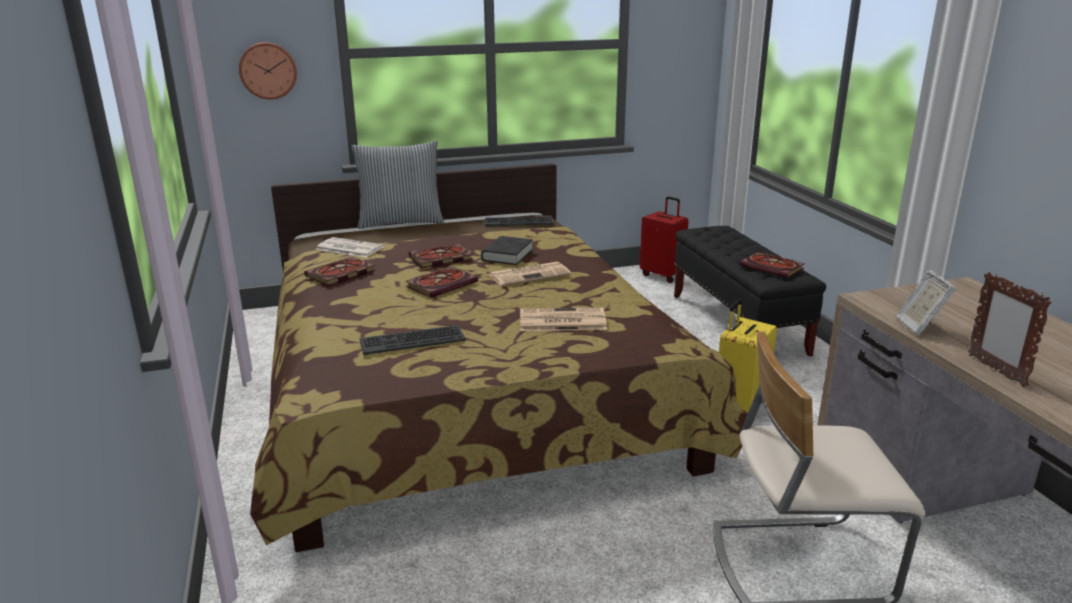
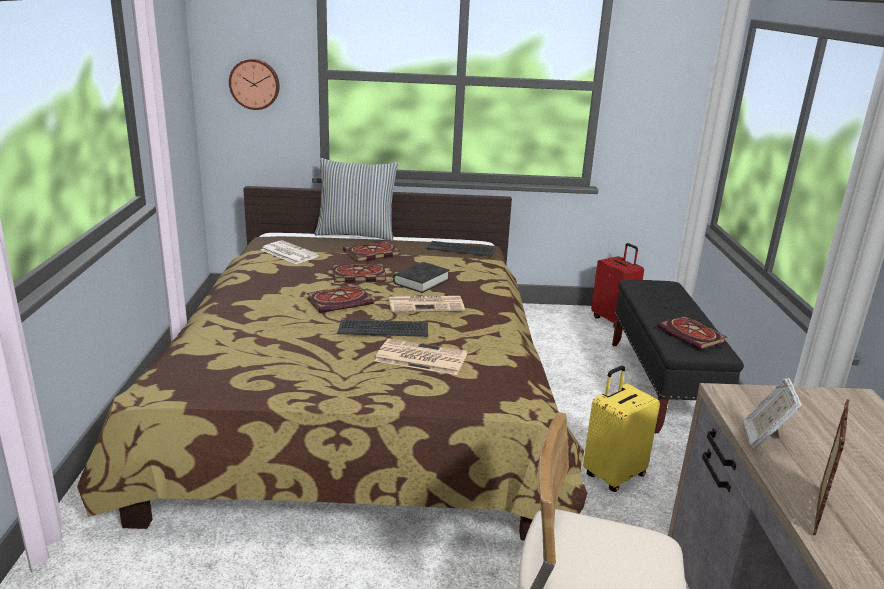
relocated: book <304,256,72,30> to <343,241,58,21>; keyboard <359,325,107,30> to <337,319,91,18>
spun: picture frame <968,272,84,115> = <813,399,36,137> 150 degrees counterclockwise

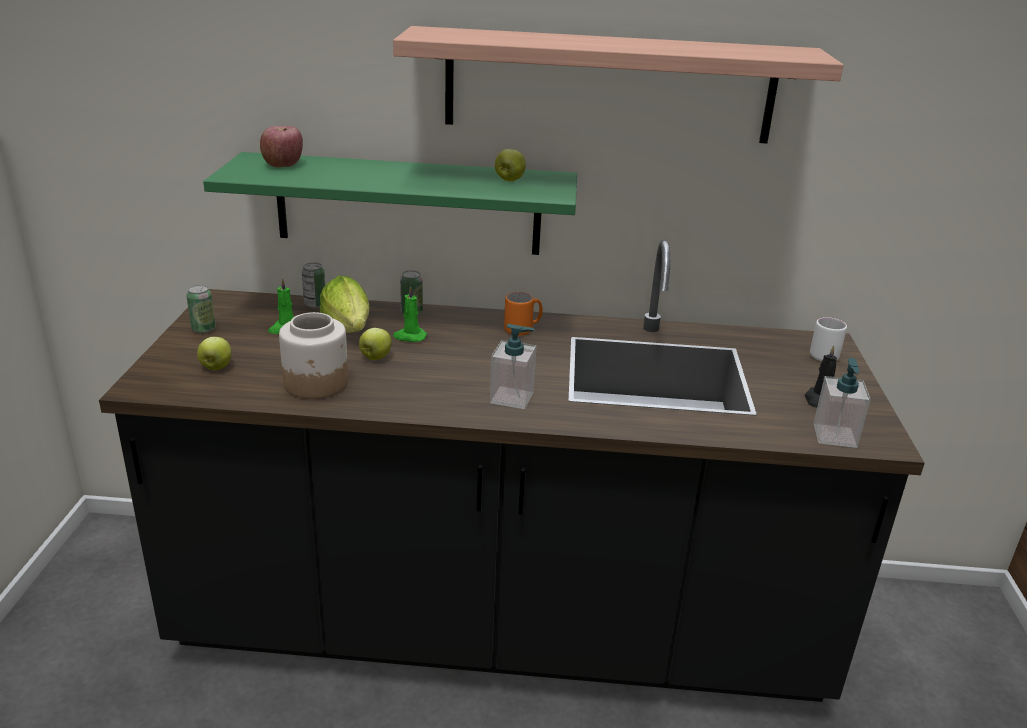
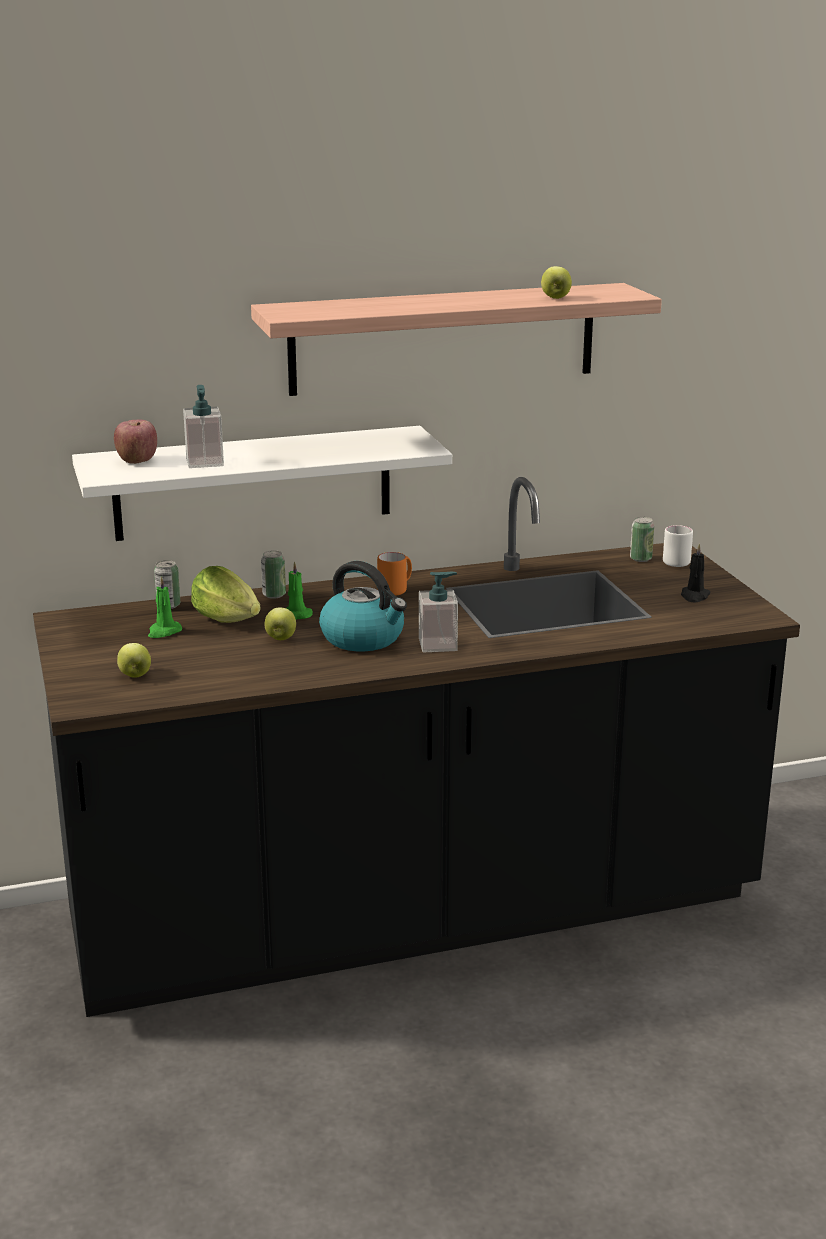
missing: jar <279,312,69,87>
appeared: kettle <319,561,88,90>
relocated: can <186,285,30,48> to <630,517,24,45>; apple <495,149,31,32> to <541,266,31,33>; soap dispenser <813,358,58,90> to <183,385,41,83>
colour: green shelf <203,152,374,103> to white shelf <72,426,380,115>

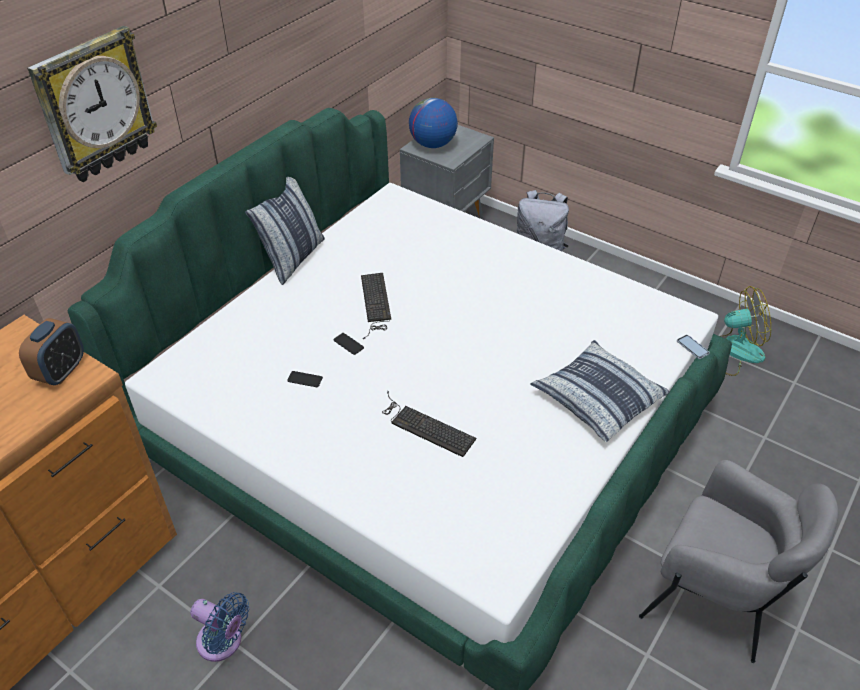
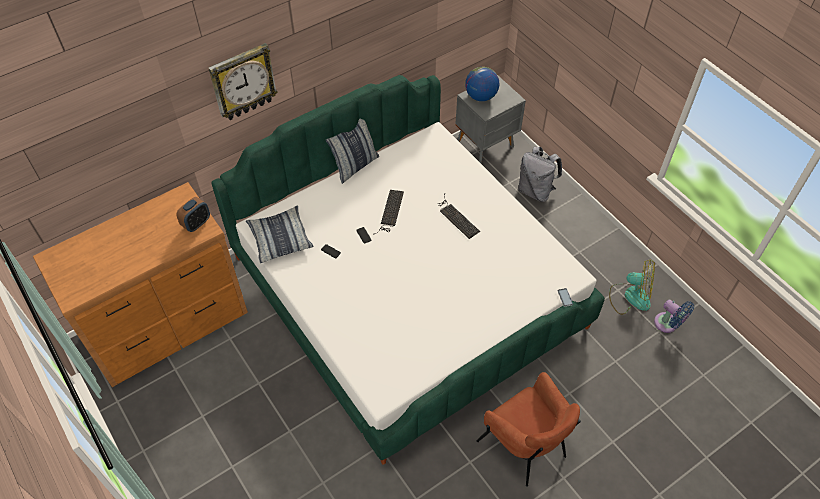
relocated: blue fan <190,592,59,70> to <654,300,40,33>; keyboard <382,391,94,66> to <437,194,43,45>; pillow <531,340,139,102> to <246,205,68,58>
colour: grey armchair <639,460,199,203> to brown armchair <476,372,105,115>

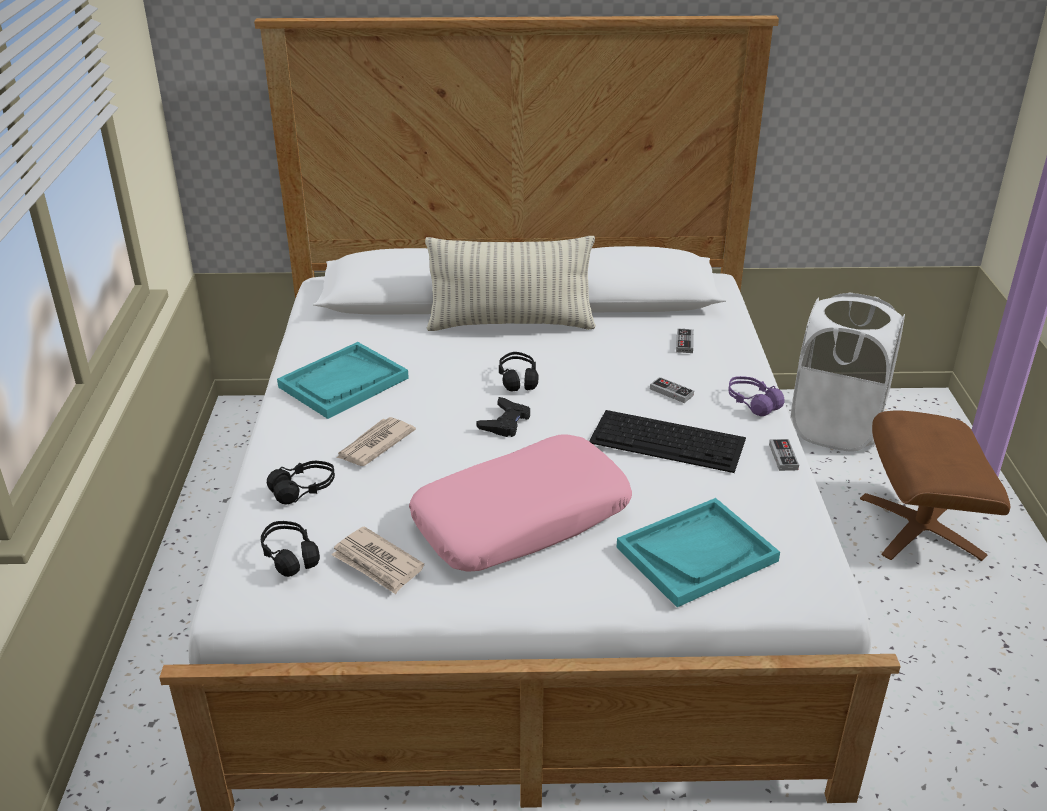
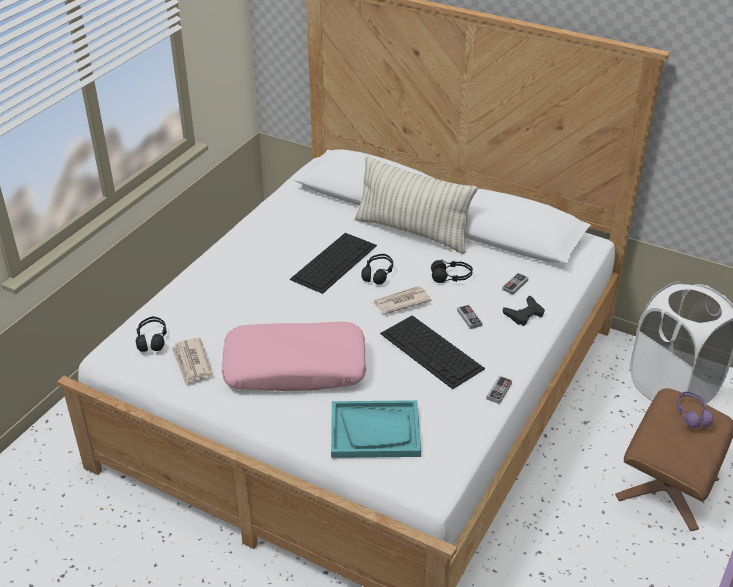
missing: turquoise tray <277,342,132,77>
appeared: keyboard <290,233,87,61>
relocated: black headphones <267,461,68,44> to <431,260,42,23>; newspaper <336,417,80,49> to <373,286,59,28>; black game controller <476,397,54,40> to <503,296,42,30>; purple headphones <728,376,56,40> to <677,391,36,37>

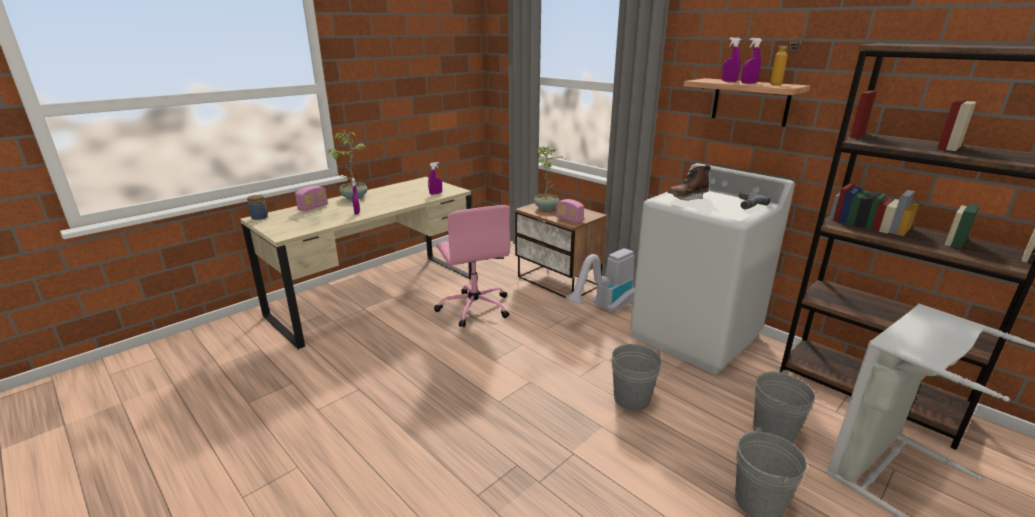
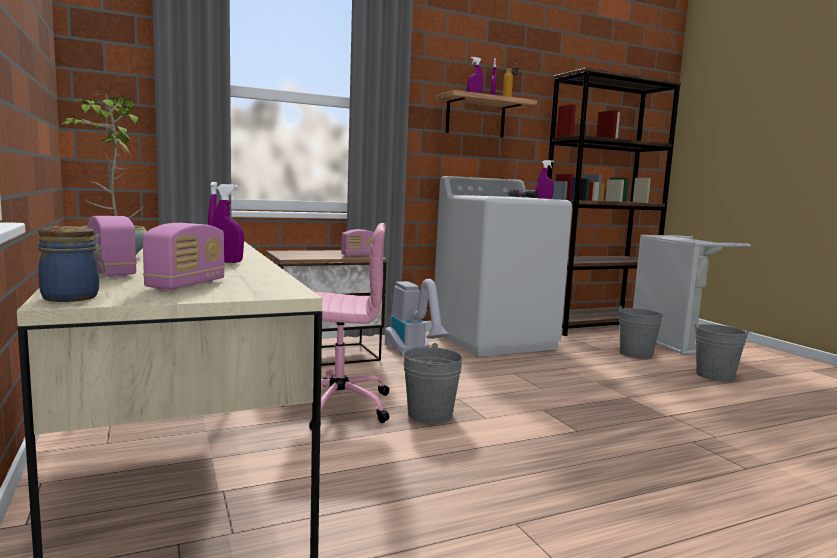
missing: potted plant <534,145,31,66>; brown boot <668,164,43,36>
appeared: radio <143,223,82,68>; purple spray bottle <537,160,17,39>
relocated: grey bucket <610,344,52,67> to <403,343,60,81>

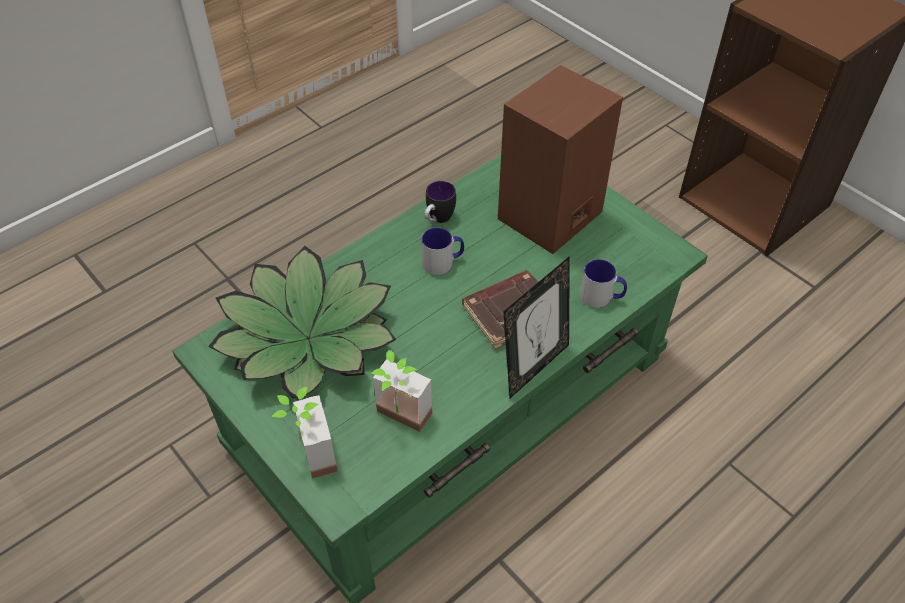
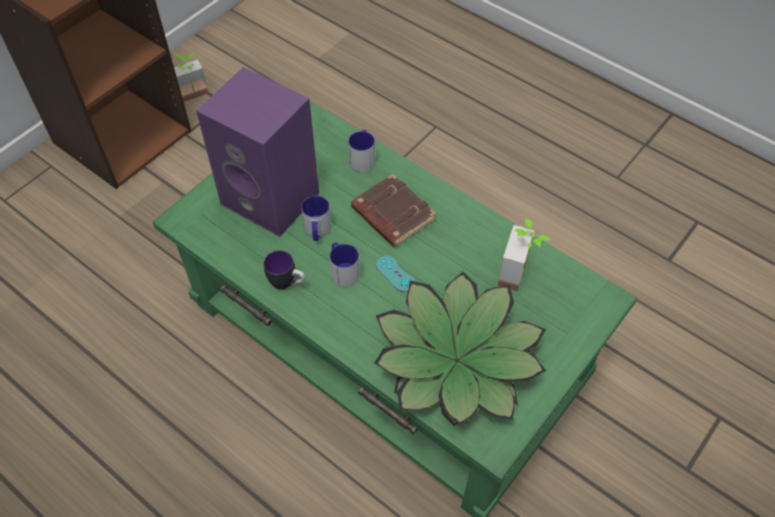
missing: picture frame <504,256,66,143>
appeared: mug <301,195,30,46>; turquoise game controller <376,256,39,36>
relocated: potted plant <272,387,66,92> to <174,53,35,49>
colour: brown speaker <498,65,125,189> to purple speaker <196,67,123,170>

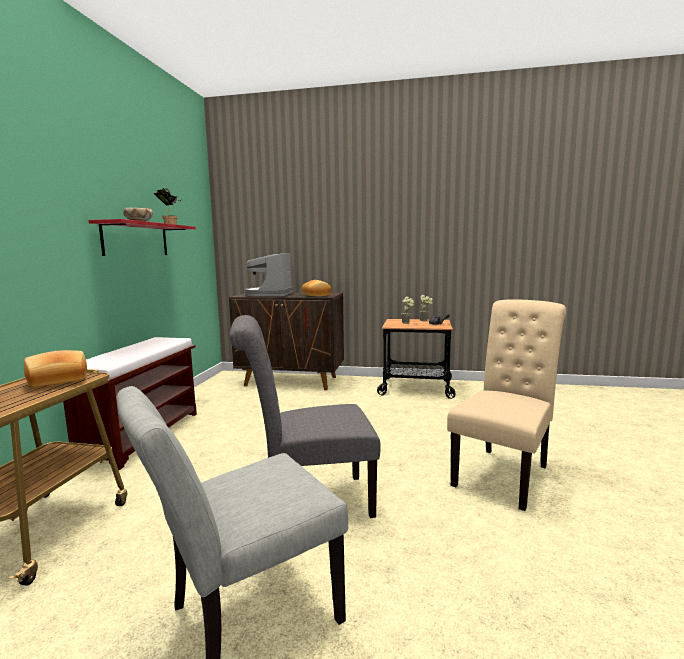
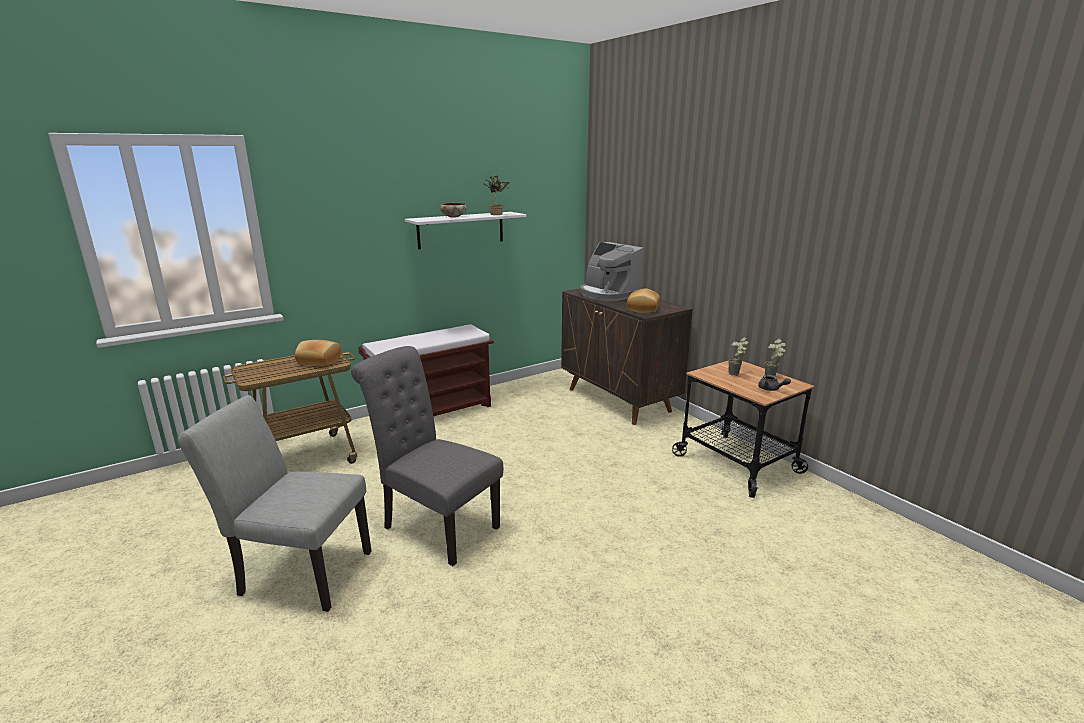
missing: beige chair <447,299,119,212>
colour: red shelf <89,219,107,37> to white shelf <405,212,122,37>
spun: coffee machine <245,253,49,43> = <580,242,63,60> 90 degrees counterclockwise

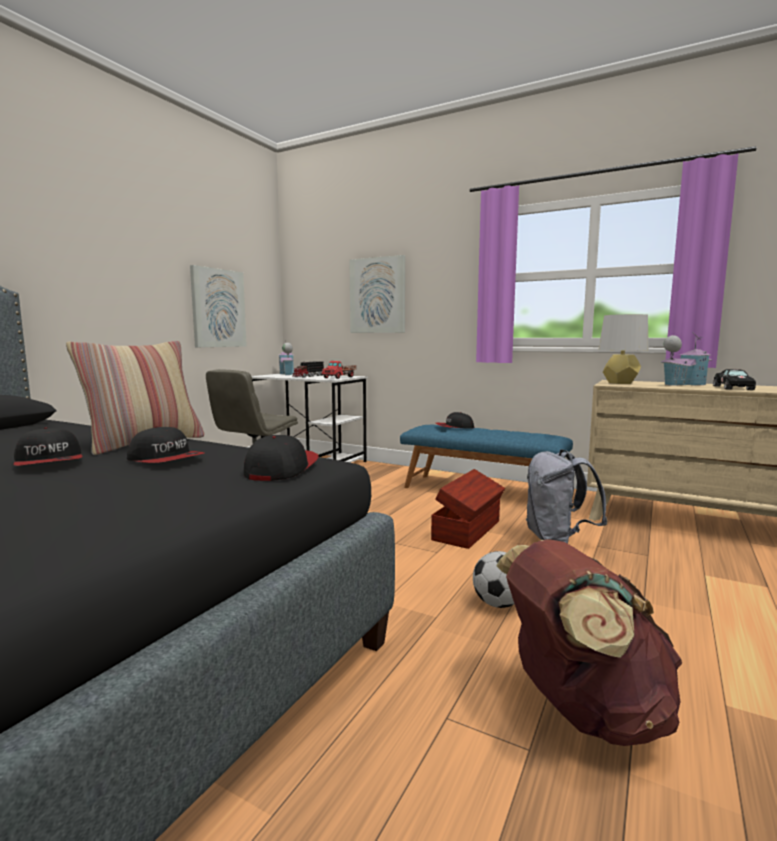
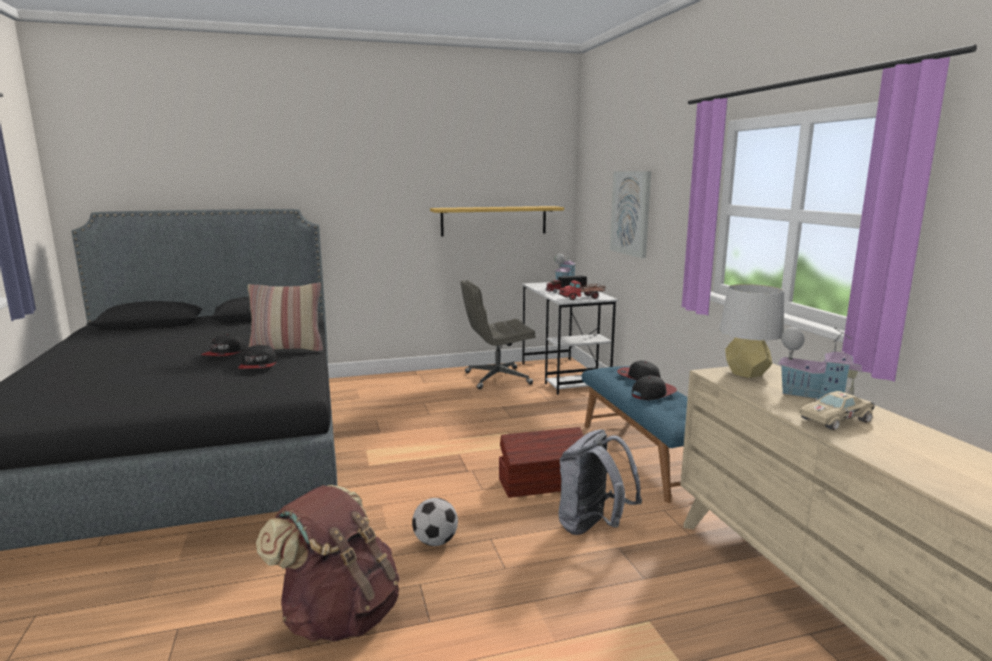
relocated: cap <244,435,75,46> to <632,375,45,25>
exchanged: picture <190,265,57,82> to shelf <430,206,134,30>
colour: black toy car <713,369,43,21> to beige toy car <799,391,76,39>

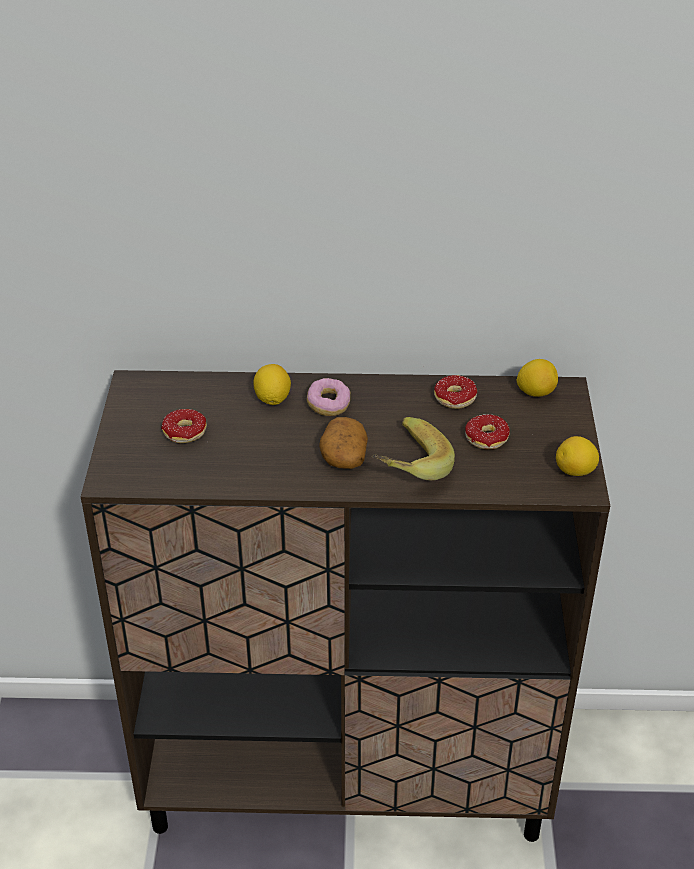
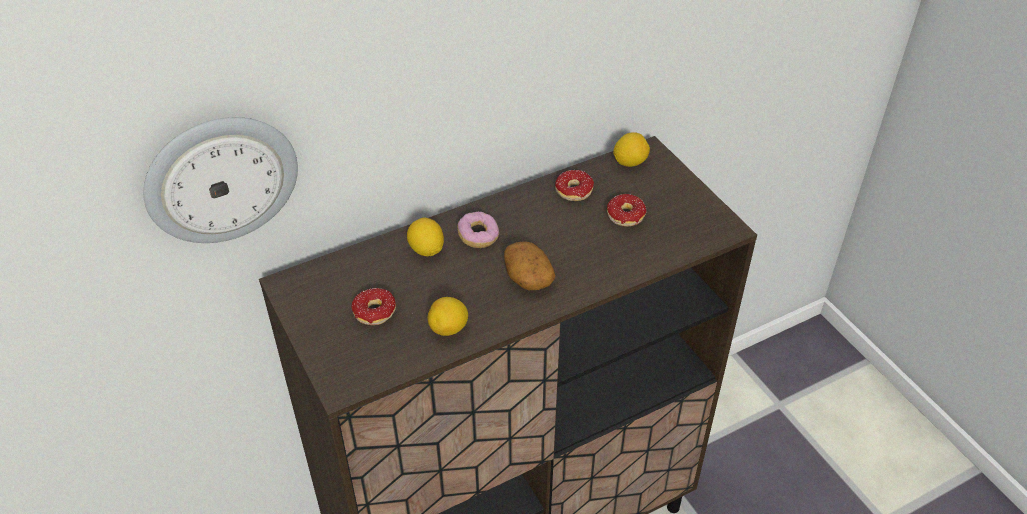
missing: banana <372,417,83,64>
appeared: wall clock <143,117,155,126>
relocated: lemon <556,436,43,40> to <427,297,41,39>

